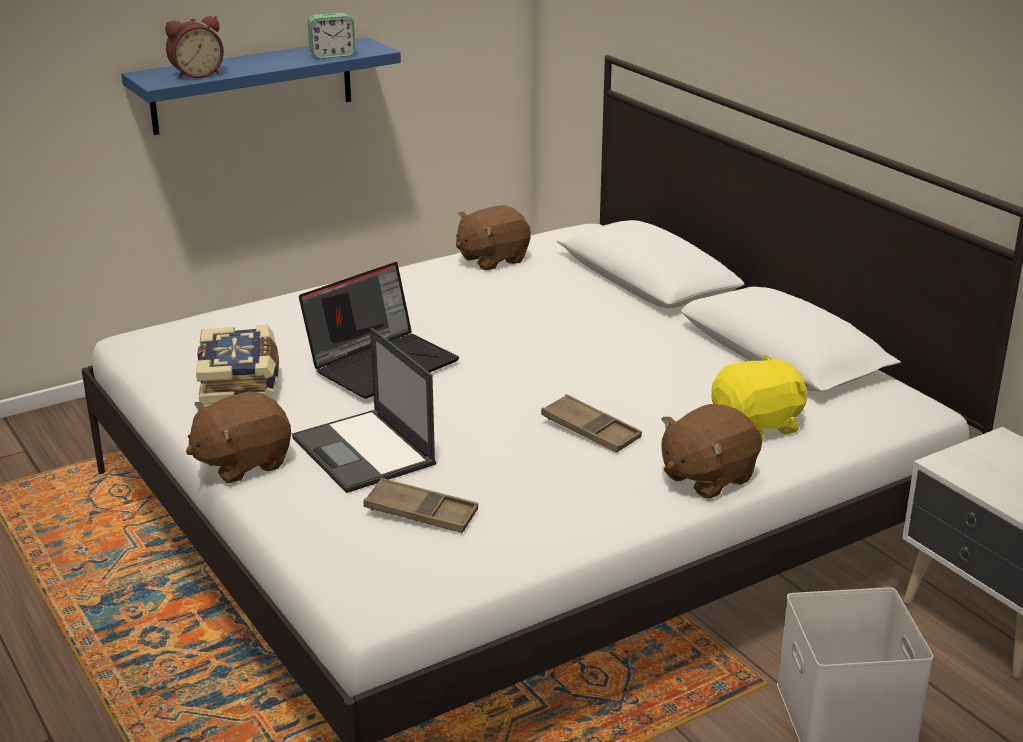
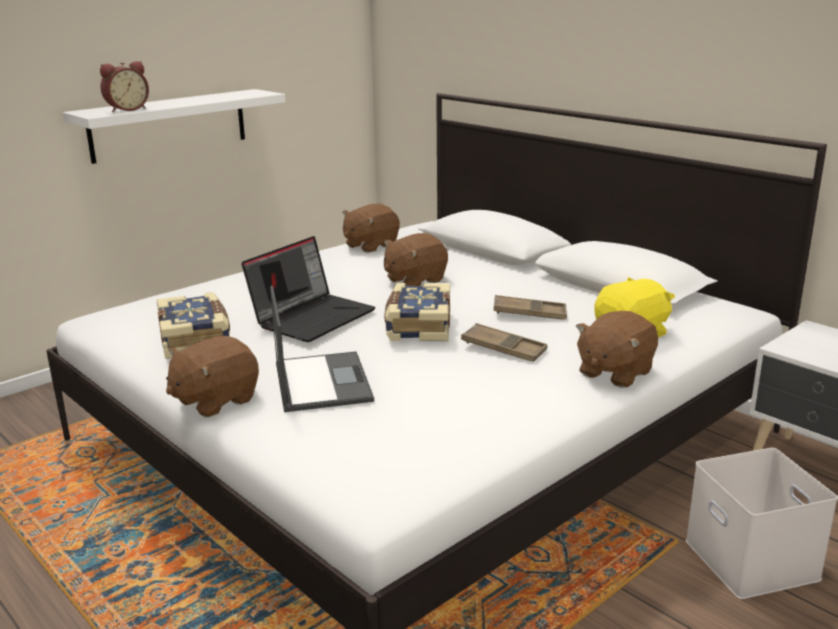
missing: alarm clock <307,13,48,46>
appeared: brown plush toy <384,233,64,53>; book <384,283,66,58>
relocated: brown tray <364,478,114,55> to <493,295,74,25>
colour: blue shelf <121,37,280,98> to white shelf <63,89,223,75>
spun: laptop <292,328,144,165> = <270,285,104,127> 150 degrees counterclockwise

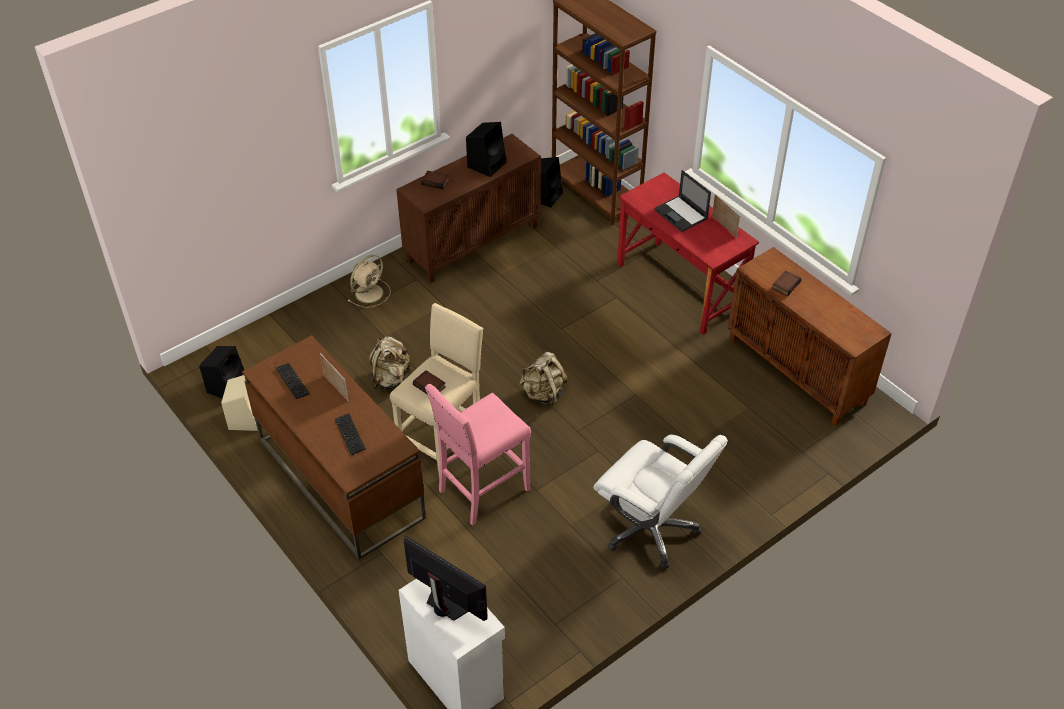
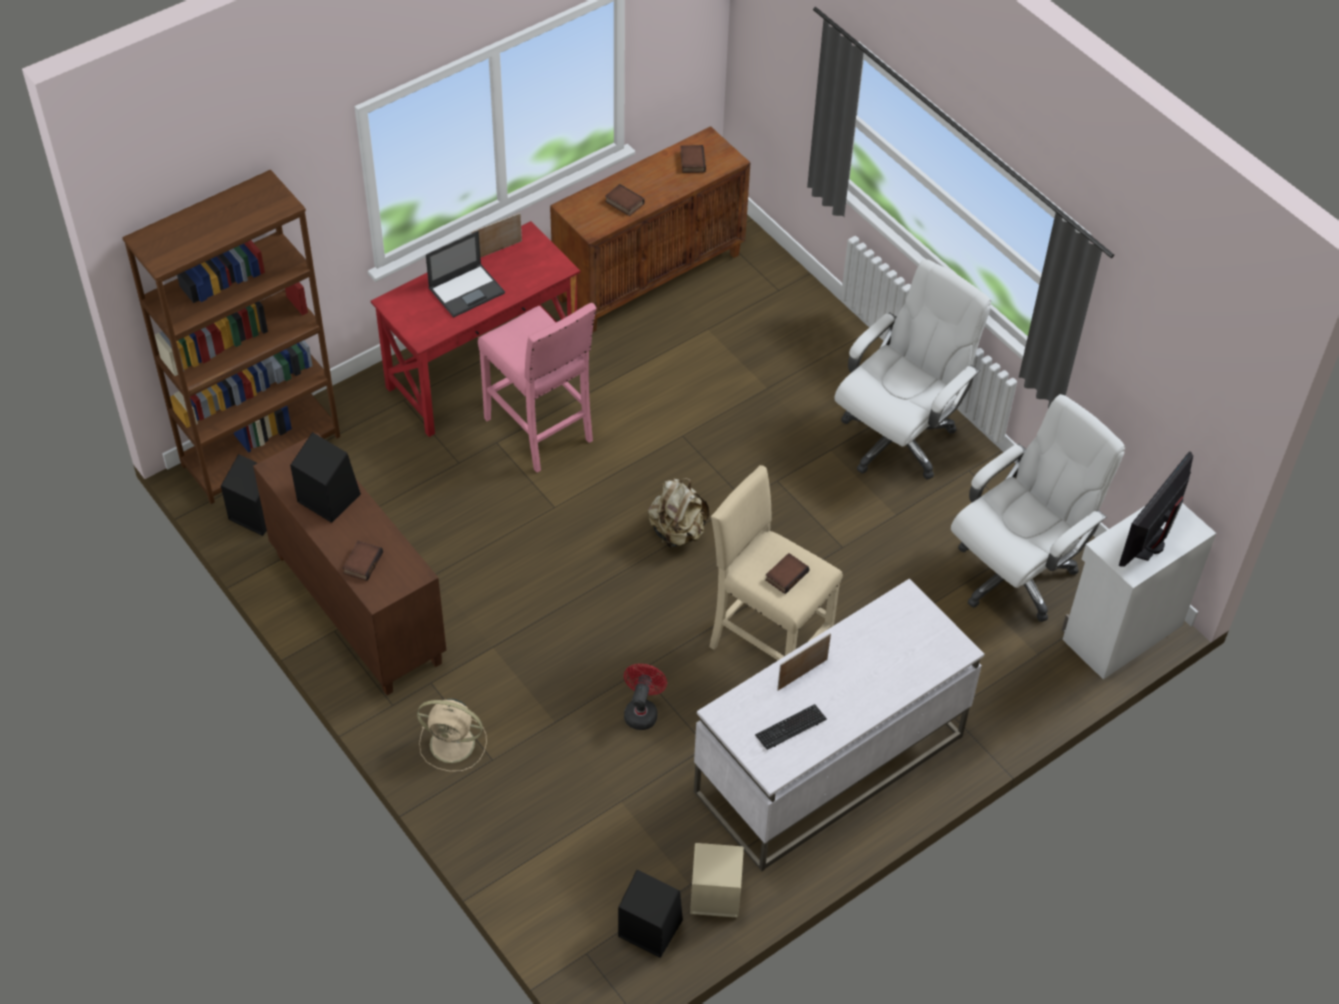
missing: keyboard <335,413,31,43>
appeared: book <680,145,26,28>; white office chair <951,394,174,228>
relocated: pink stool <425,384,106,142> to <478,303,118,170>
exchanged: beige backpack <369,336,42,56> to red fan <624,664,43,66>
colour: brown desk <242,335,184,225> to white desk <694,579,290,292>
spun: beige fan <348,255,43,53> = <417,699,70,73> 150 degrees clockwise

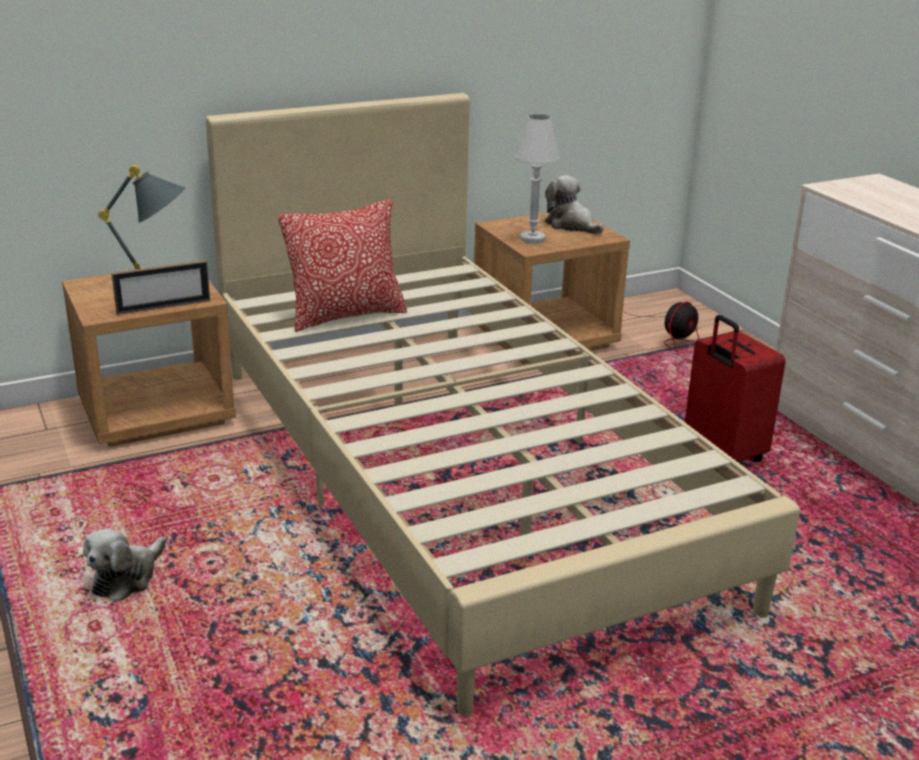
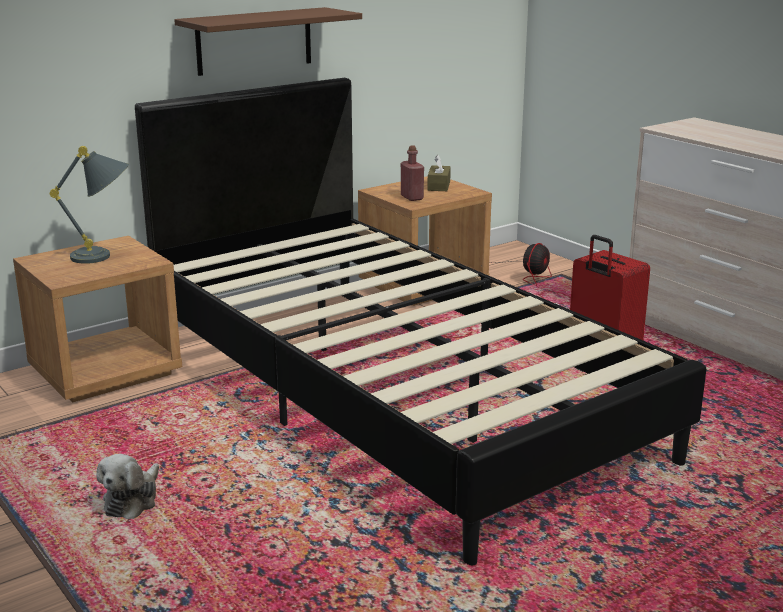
missing: picture frame <111,260,99,55>; pillow <278,199,129,133>
appeared: brown shelf <174,7,188,69>
exchanged: white table lamp <515,114,45,130> to red bottle <401,145,23,56>; plush toy <544,175,60,59> to brown tissue box <427,155,24,36>
colour: beige bed <206,93,594,623> to black bed <135,78,571,487>

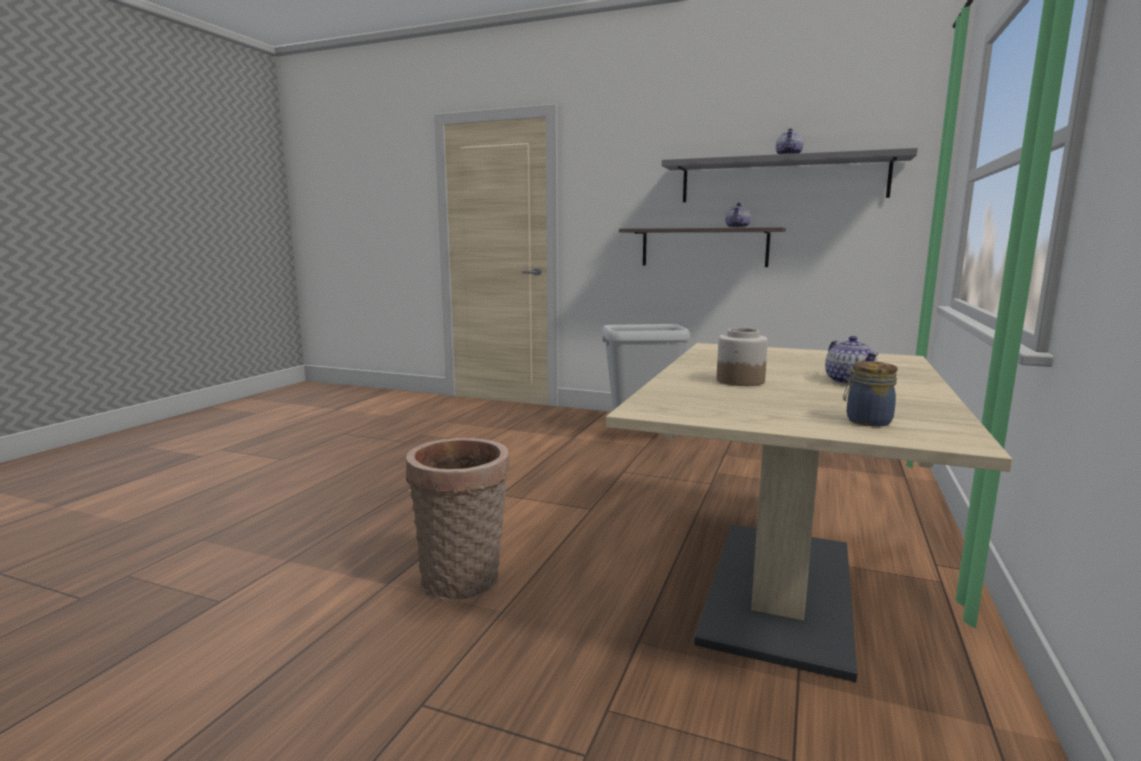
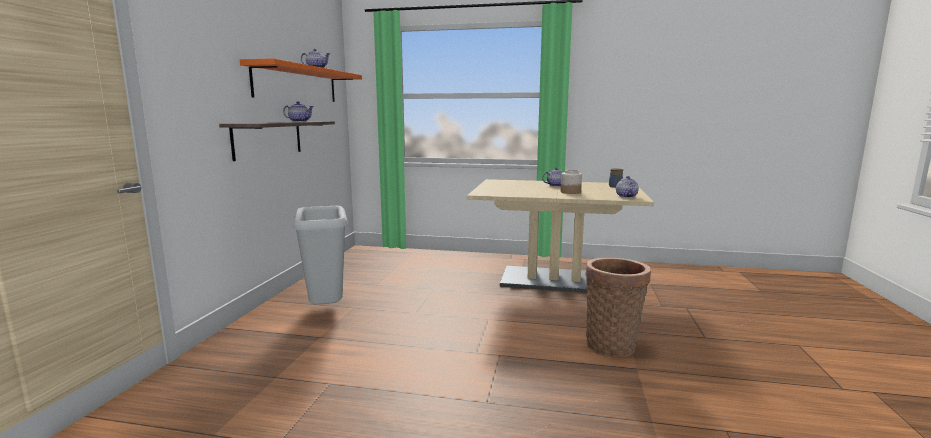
appeared: teapot <616,176,23,22>
colour: grey shelf <662,148,256,54> to orange shelf <240,58,122,44>

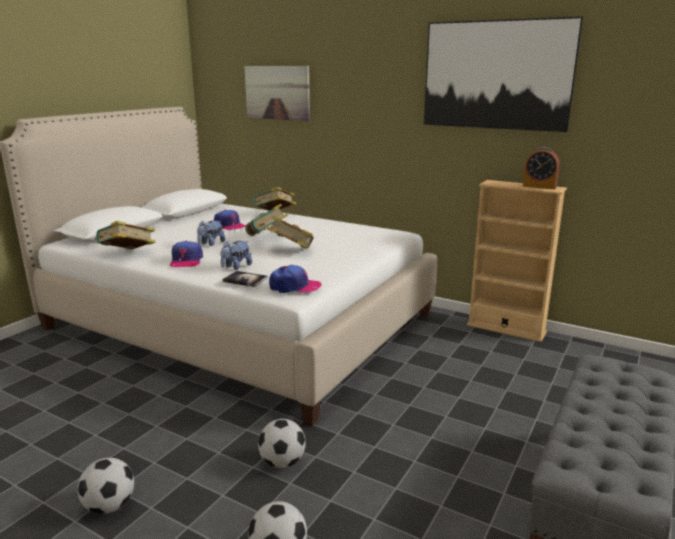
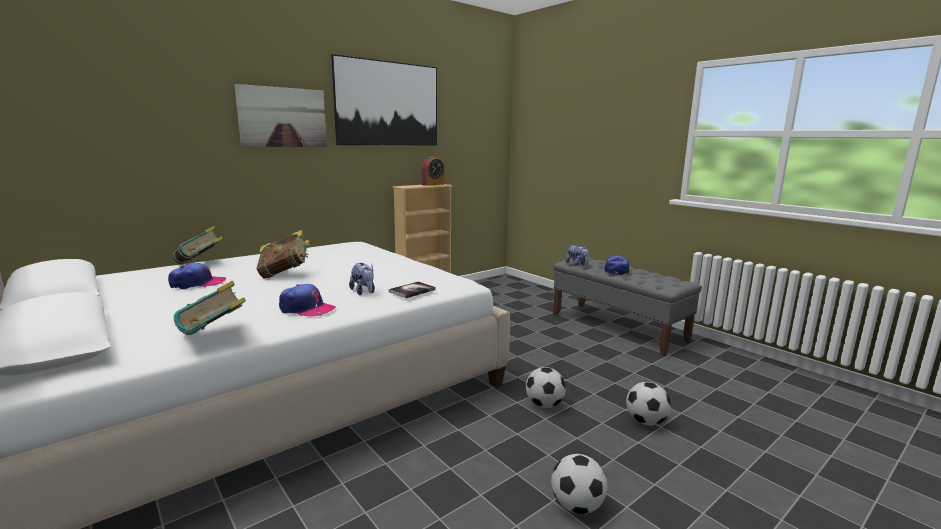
missing: book <267,215,47,33>
relocated: plush toy <197,220,28,26> to <566,245,23,21>; picture <244,66,66,55> to <234,84,93,63>; cap <269,265,53,28> to <604,256,25,19>

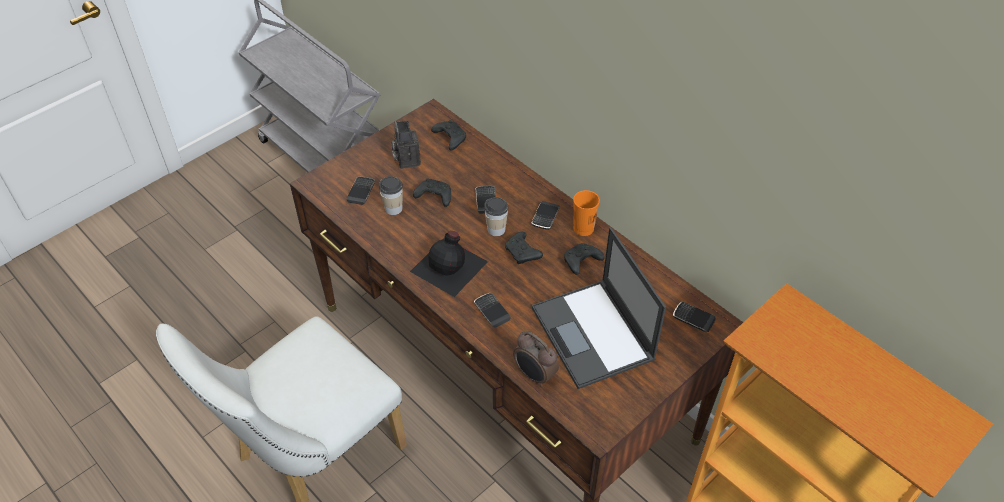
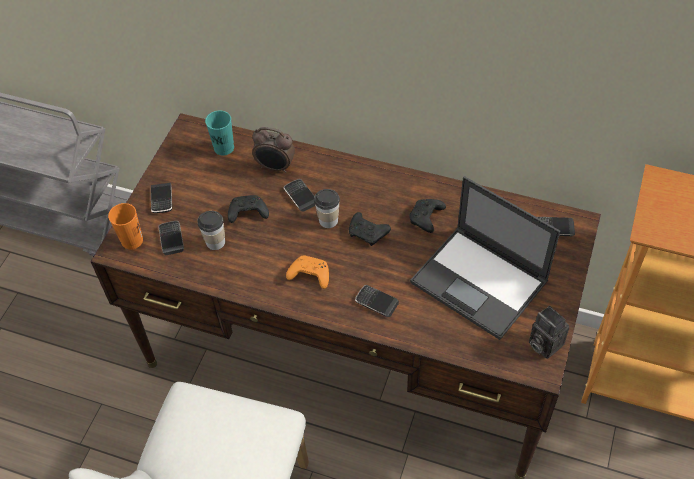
relocated: photo camera <391,121,30,48> to <529,305,40,54>; alarm clock <513,331,46,56> to <252,127,43,46>; phone <531,201,29,29> to <151,183,21,30>; orange cup <573,190,27,46> to <108,203,35,46>
exchanged: black bottle <410,231,78,66> to orange game controller <286,256,43,33>; black game controller <431,120,35,30> to turquoise cup <205,110,29,46>

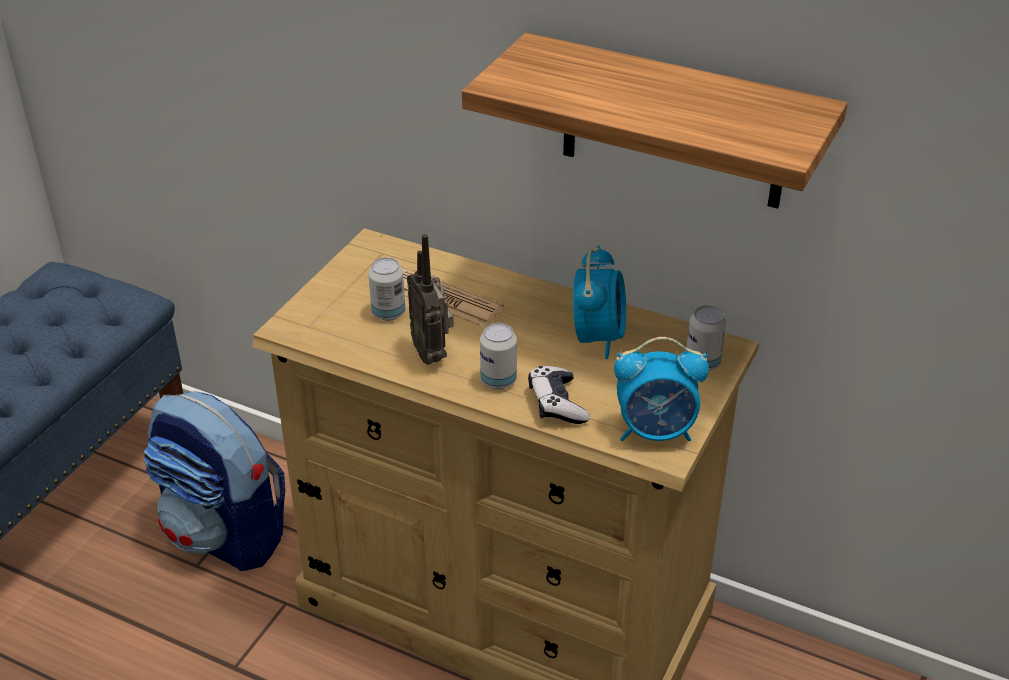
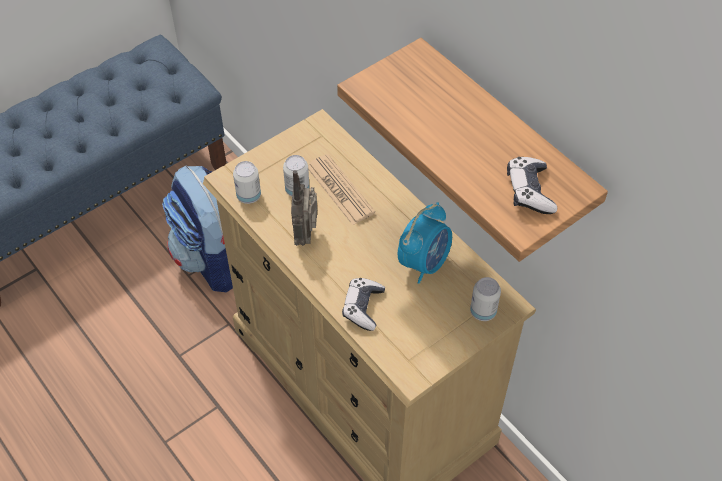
missing: alarm clock <614,337,95,104>
appeared: game controller <507,157,50,57>
relocated: can <480,323,37,66> to <233,161,28,43>

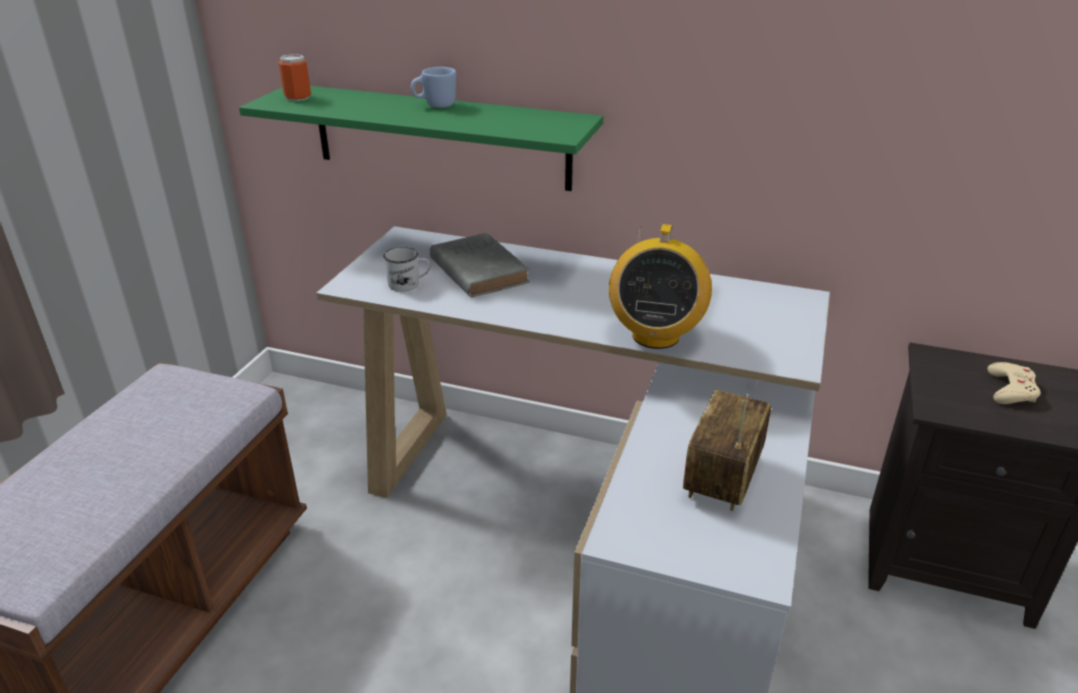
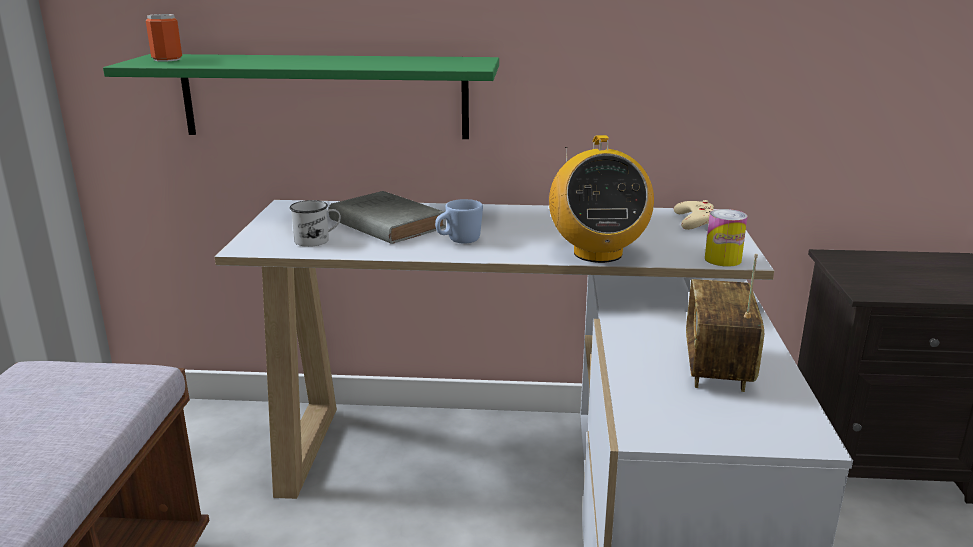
appeared: can <705,209,42,58>
relocated: blue mug <411,67,45,41> to <435,199,48,45>; beige game controller <987,362,53,42> to <674,200,40,30>

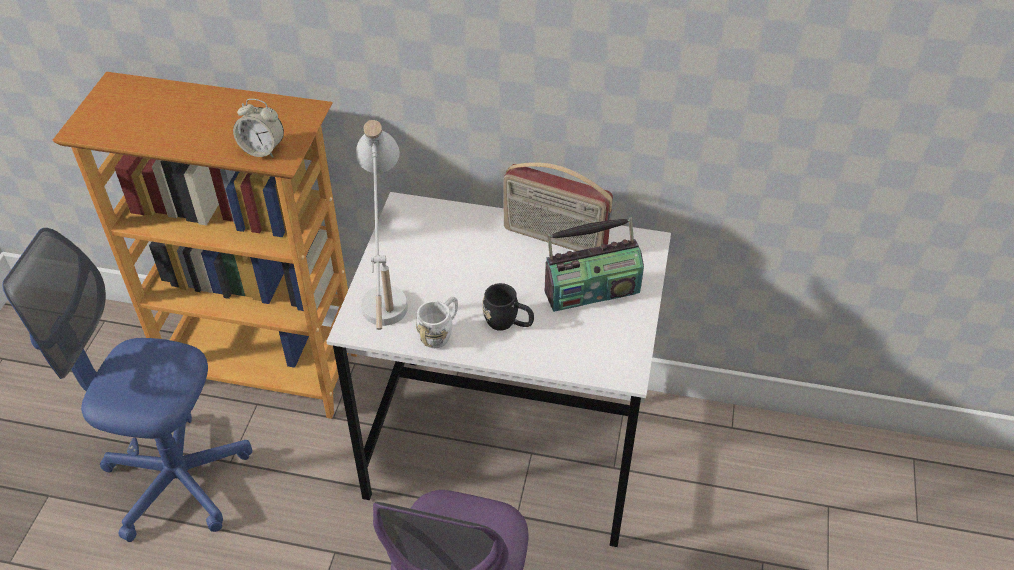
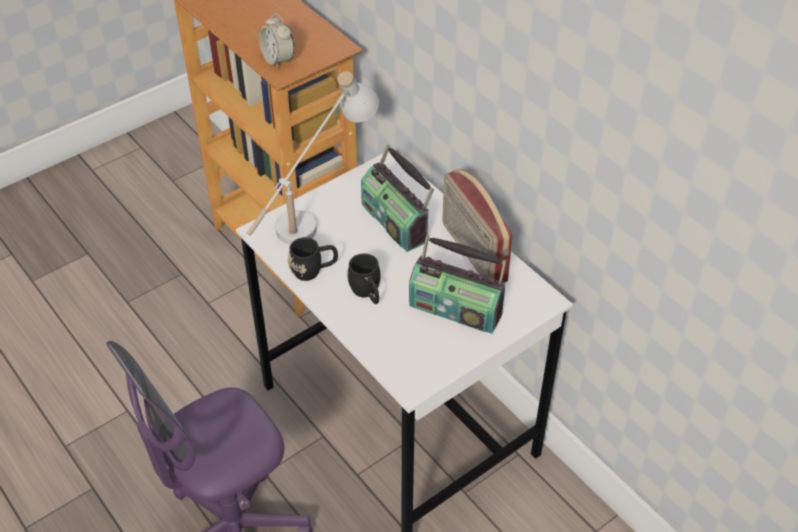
missing: blue office chair <2,228,250,314>
appeared: radio <361,145,73,107>
colour: white mug <416,296,42,52> to black mug <288,237,50,44>

